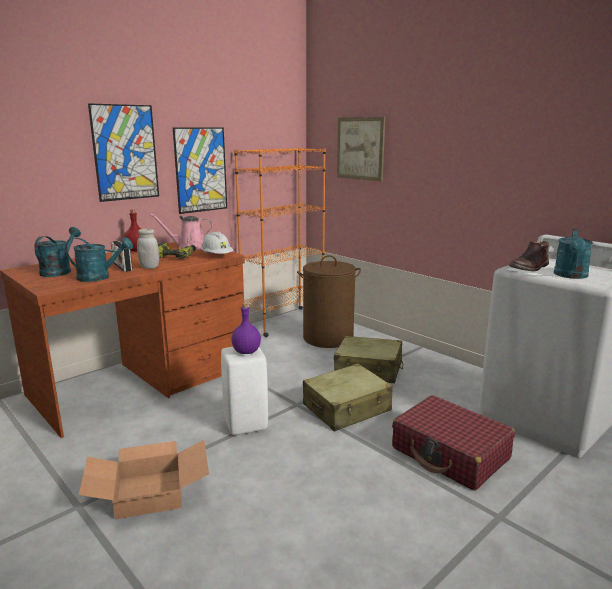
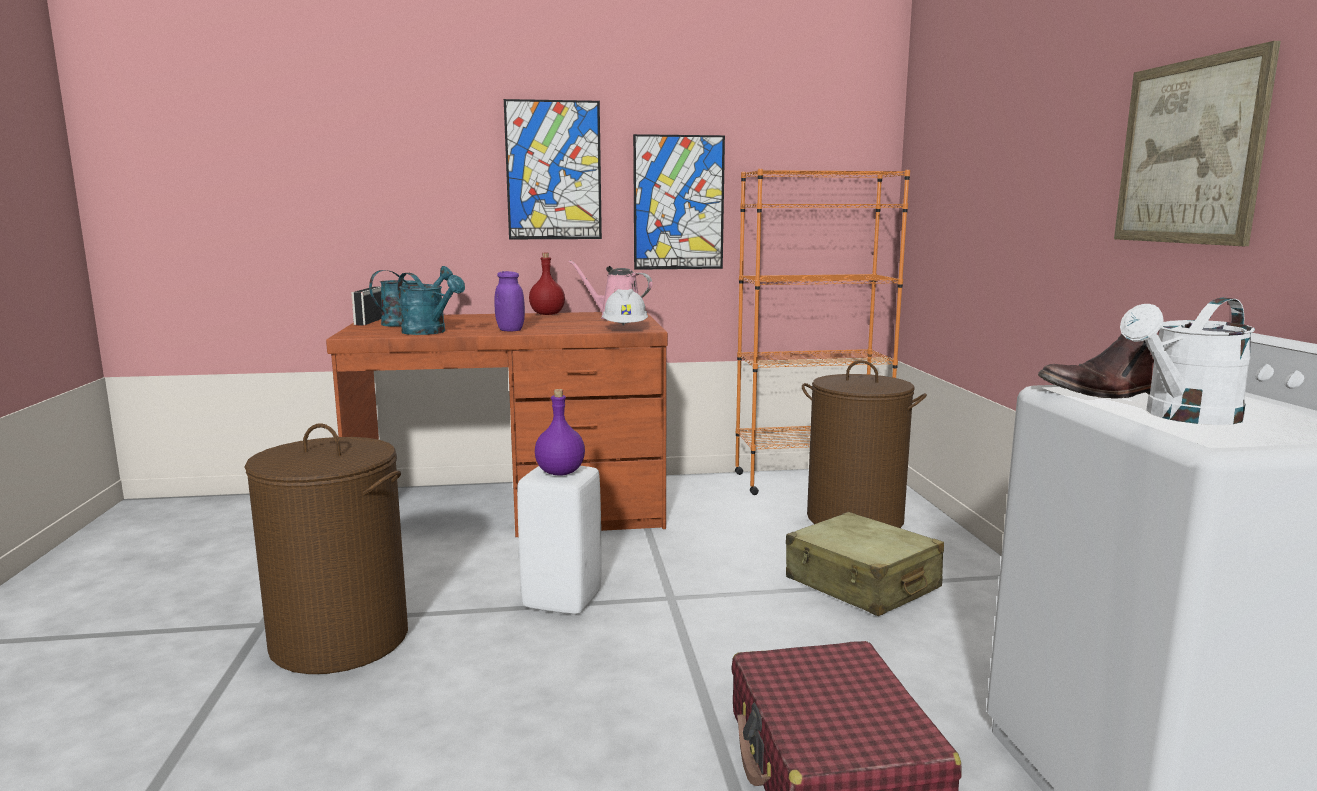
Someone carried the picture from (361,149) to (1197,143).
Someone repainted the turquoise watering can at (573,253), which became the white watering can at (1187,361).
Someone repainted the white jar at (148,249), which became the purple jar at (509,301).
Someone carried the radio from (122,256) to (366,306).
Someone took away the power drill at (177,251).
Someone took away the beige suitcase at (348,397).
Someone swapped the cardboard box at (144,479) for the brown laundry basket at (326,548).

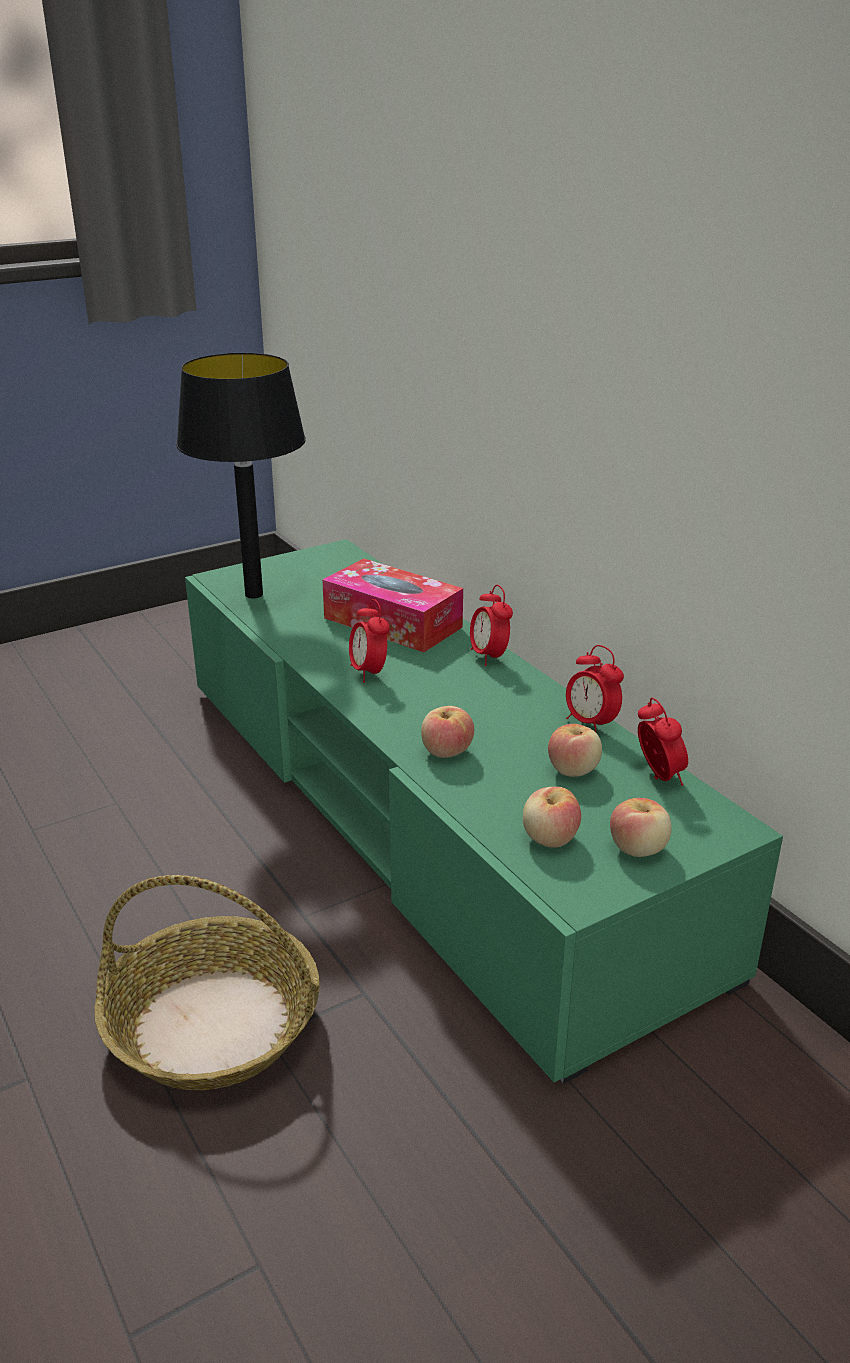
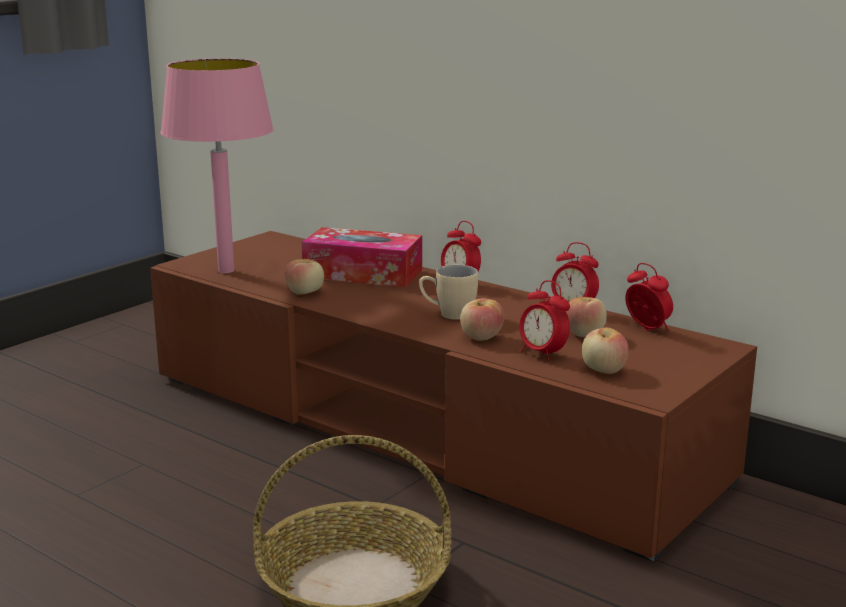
Someone repainted the black table lamp at (241,475), which became the pink table lamp at (217,165).
Someone repainted the green tv stand at (484,811), which became the brown tv stand at (453,396).
Someone carried the alarm clock from (369,641) to (544,320).
Someone carried the apple from (641,827) to (304,277).
Someone put down the beige mug at (448,292).

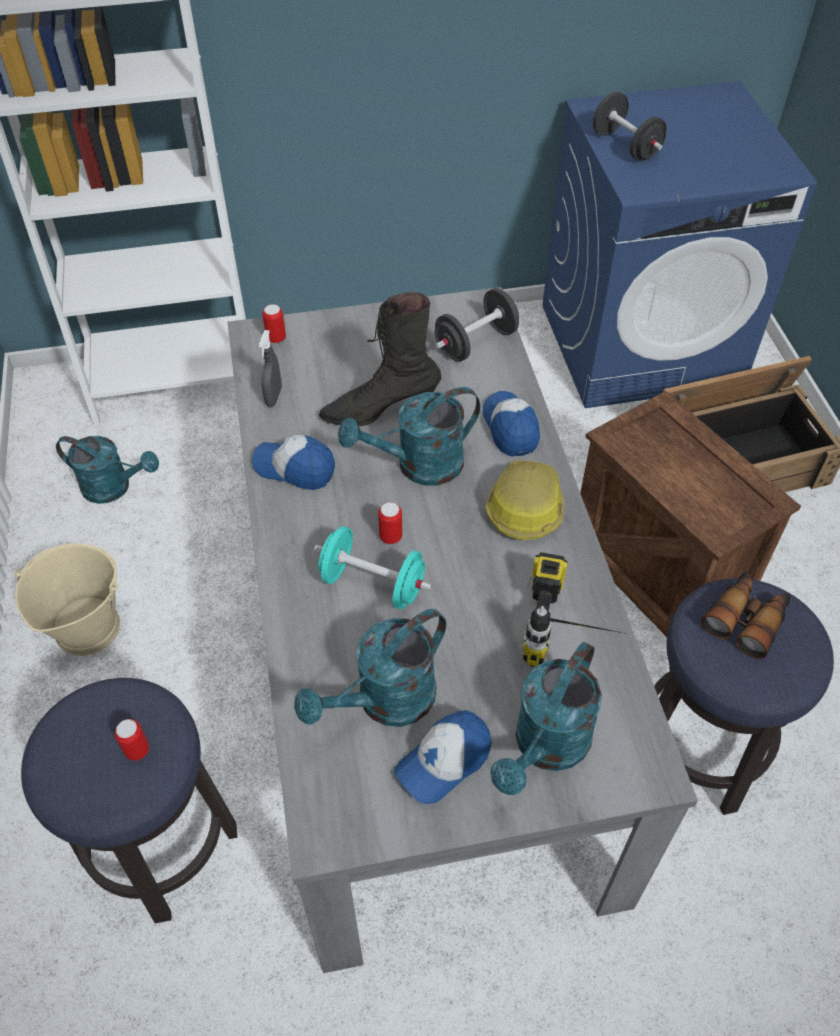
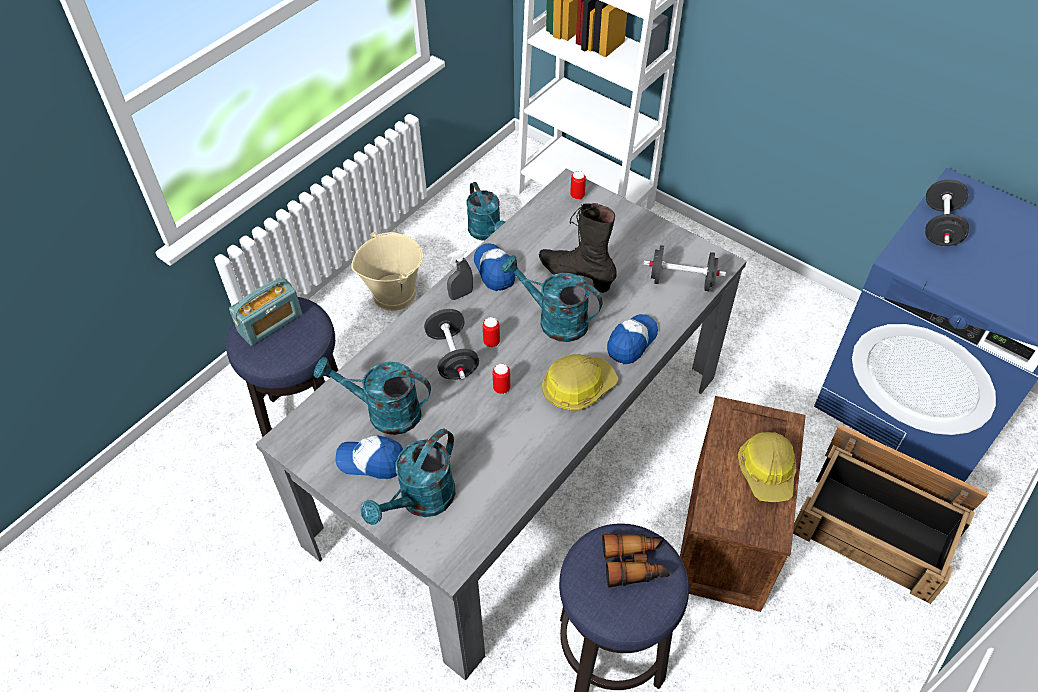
Someone carried the grey spray bottle from (270,368) to (460,274).
Someone repainted the turquoise dumbbell at (373,568), which became the black dumbbell at (451,344).
Someone took away the power drill at (572,609).
Someone rotated the turquoise watering can at (546,718) by 45 degrees counterclockwise.
Someone carried the can from (132,740) to (501,379).
Someone put down the radio at (265,311).
Someone put down the hard hat at (767,467).

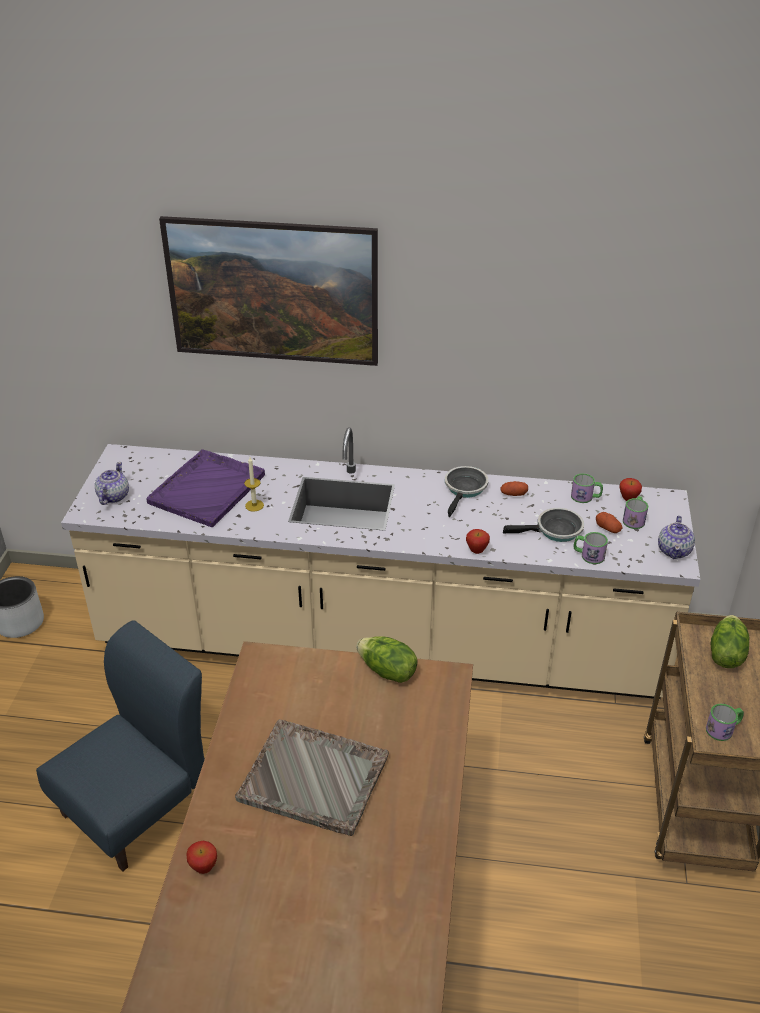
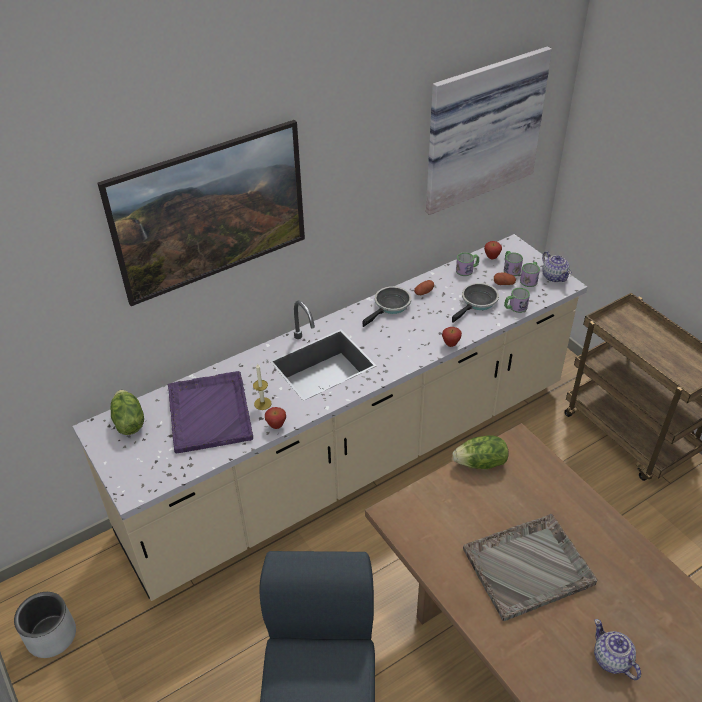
Someone carried the teapot from (112,483) to (617,649).
Someone rotated the frying pan at (467,491) by 60 degrees clockwise.
Someone carried the lettuce from (730,641) to (127,412).
Someone carried the mug from (725,722) to (530,274).
Someone carried the apple from (202,857) to (275,418).
Someone put up the picture at (489,130).

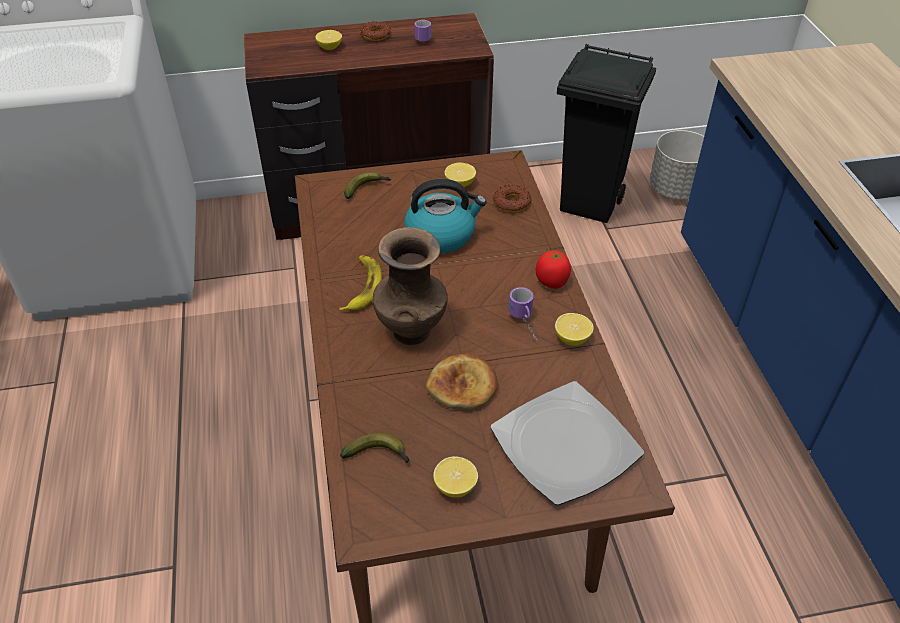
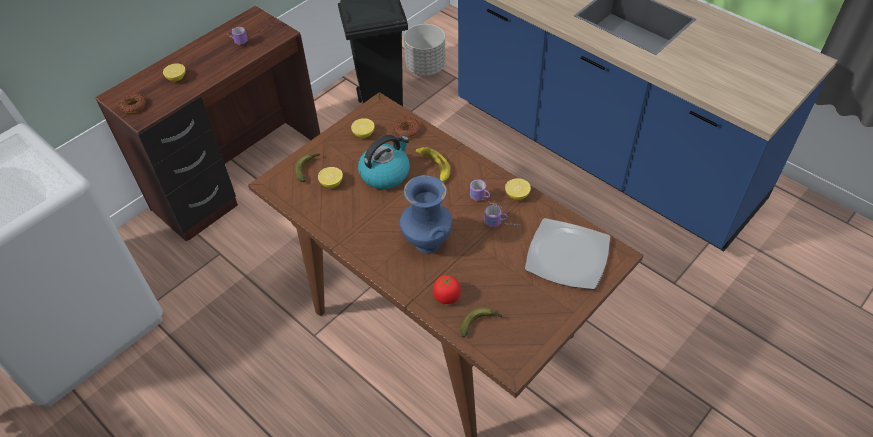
Someone carried the donut from (376,31) to (132,103).
Someone repainted the brown vase at (410,286), which became the blue vase at (426,214).
Someone carried the tomato from (553,269) to (447,289).
Someone carried the banana from (361,283) to (433,164).
Someone took away the bread at (461,382).
Someone carried the lemon from (455,477) to (330,177).
Someone put down the mug at (502,216).

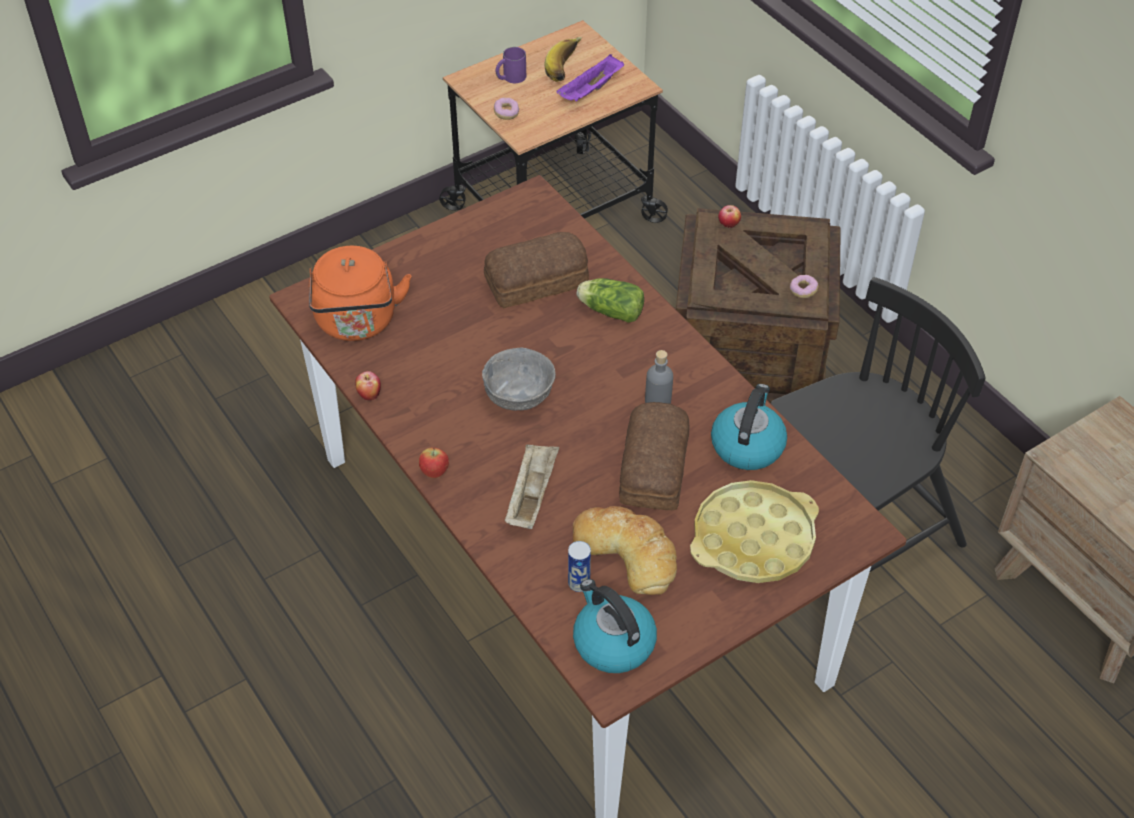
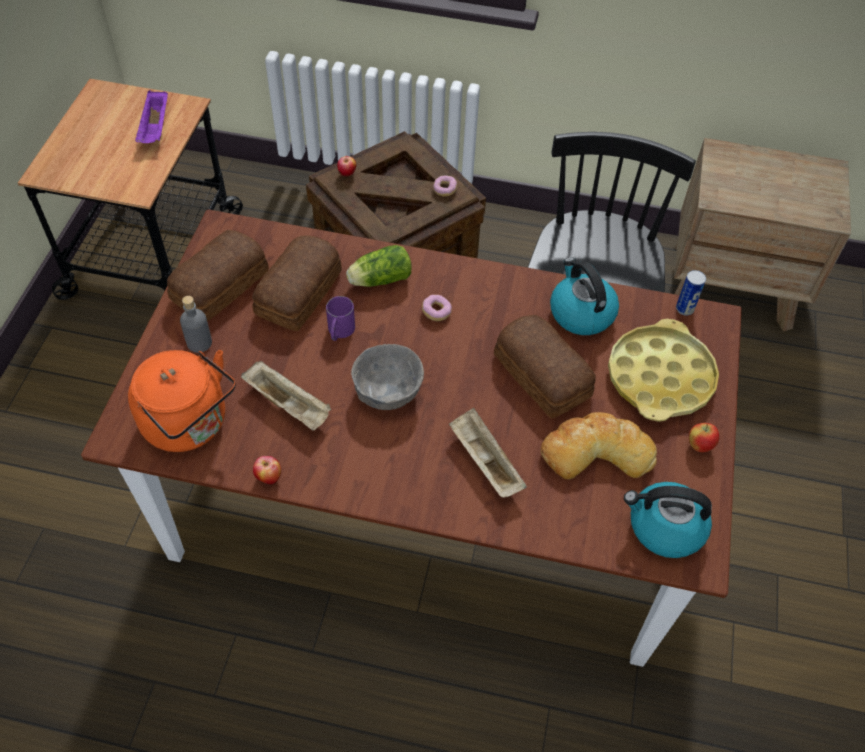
Someone took away the banana at (563,59).
Someone carried the purple mug from (511,65) to (340,318).
Someone carried the donut from (506,109) to (437,308).
Someone carried the grey bottle from (659,377) to (196,324).
Someone carried the apple from (434,462) to (704,437).
Someone carried the can from (579,566) to (691,293).
Someone put down the bread at (218,275).
Someone put down the beige tray at (286,396).

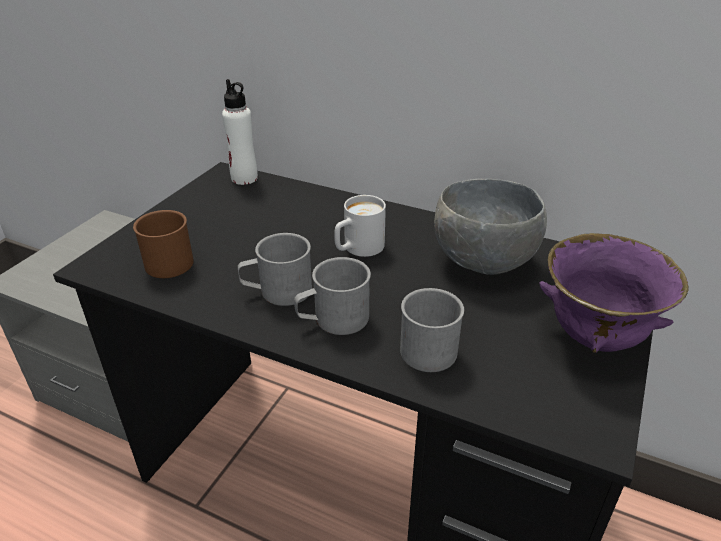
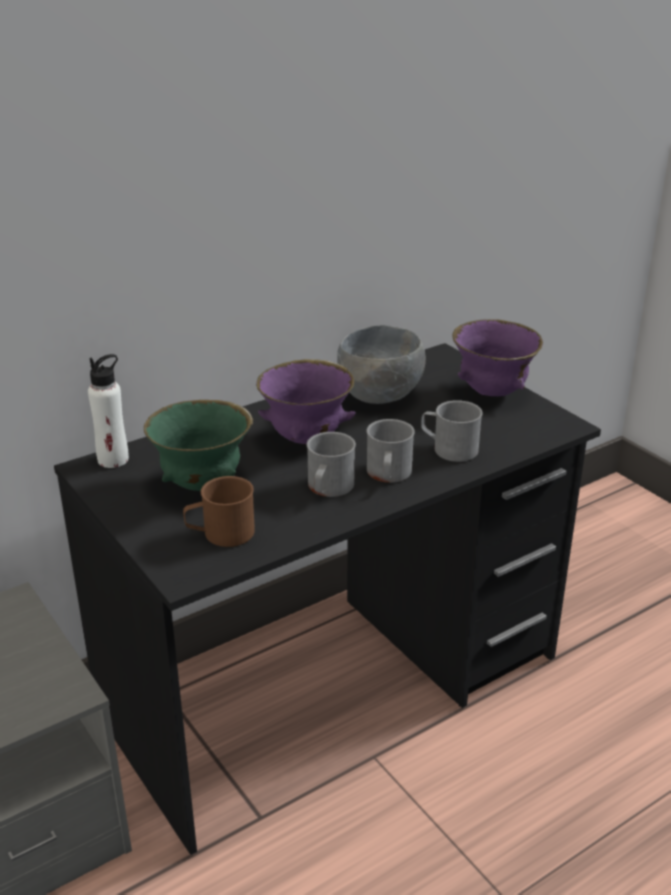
Someone swapped the white mug at (360,226) for the purple bowl at (306,401).
Someone put down the green bowl at (198,445).

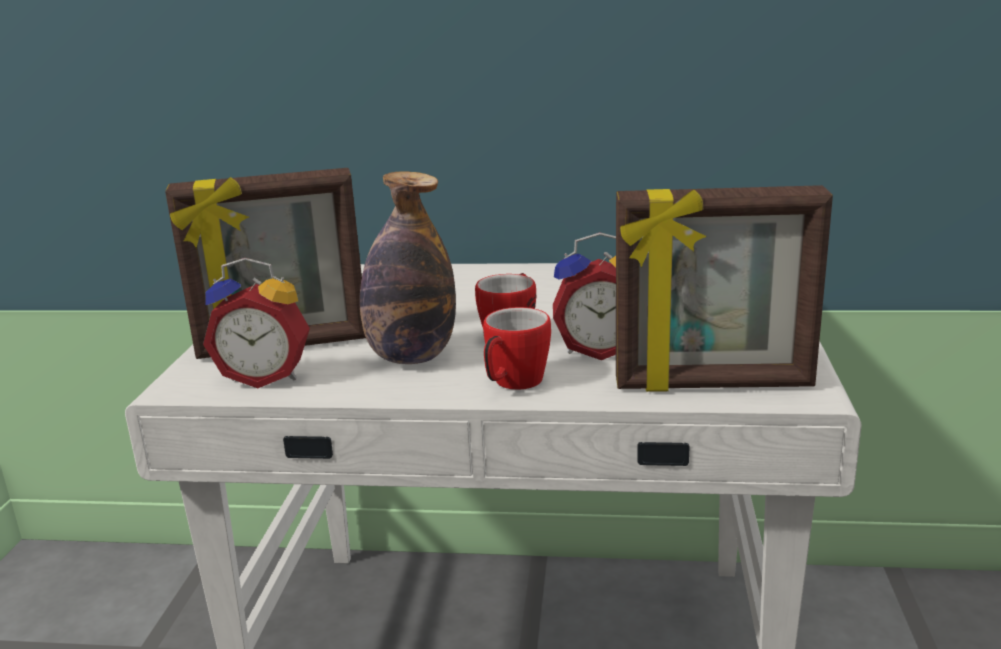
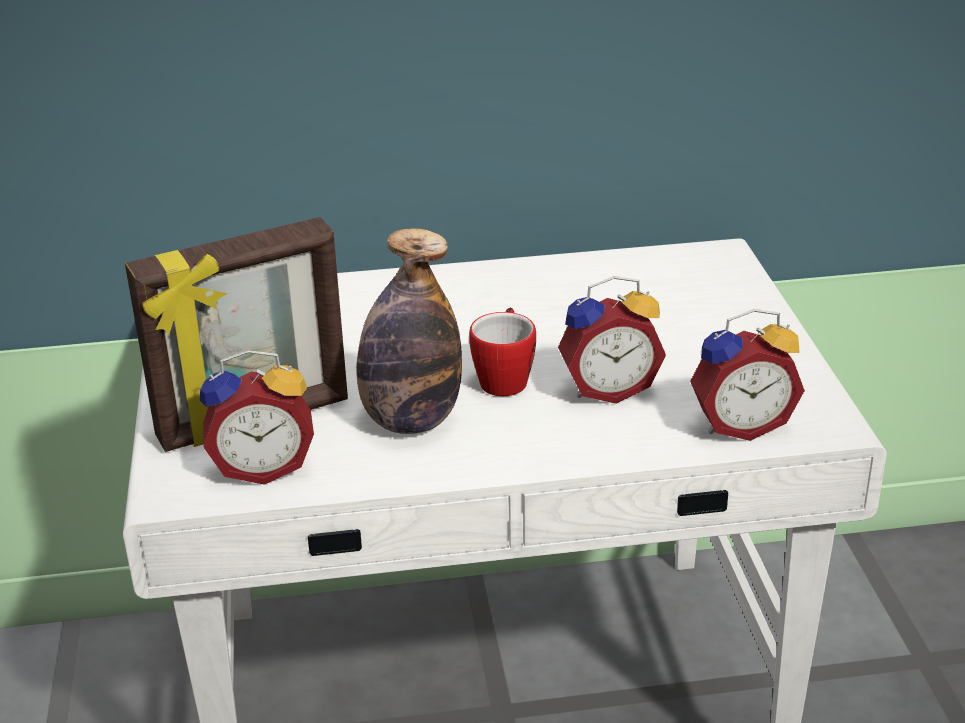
Someone swapped the picture frame at (724,288) for the alarm clock at (747,375).
Someone took away the mug at (517,348).

